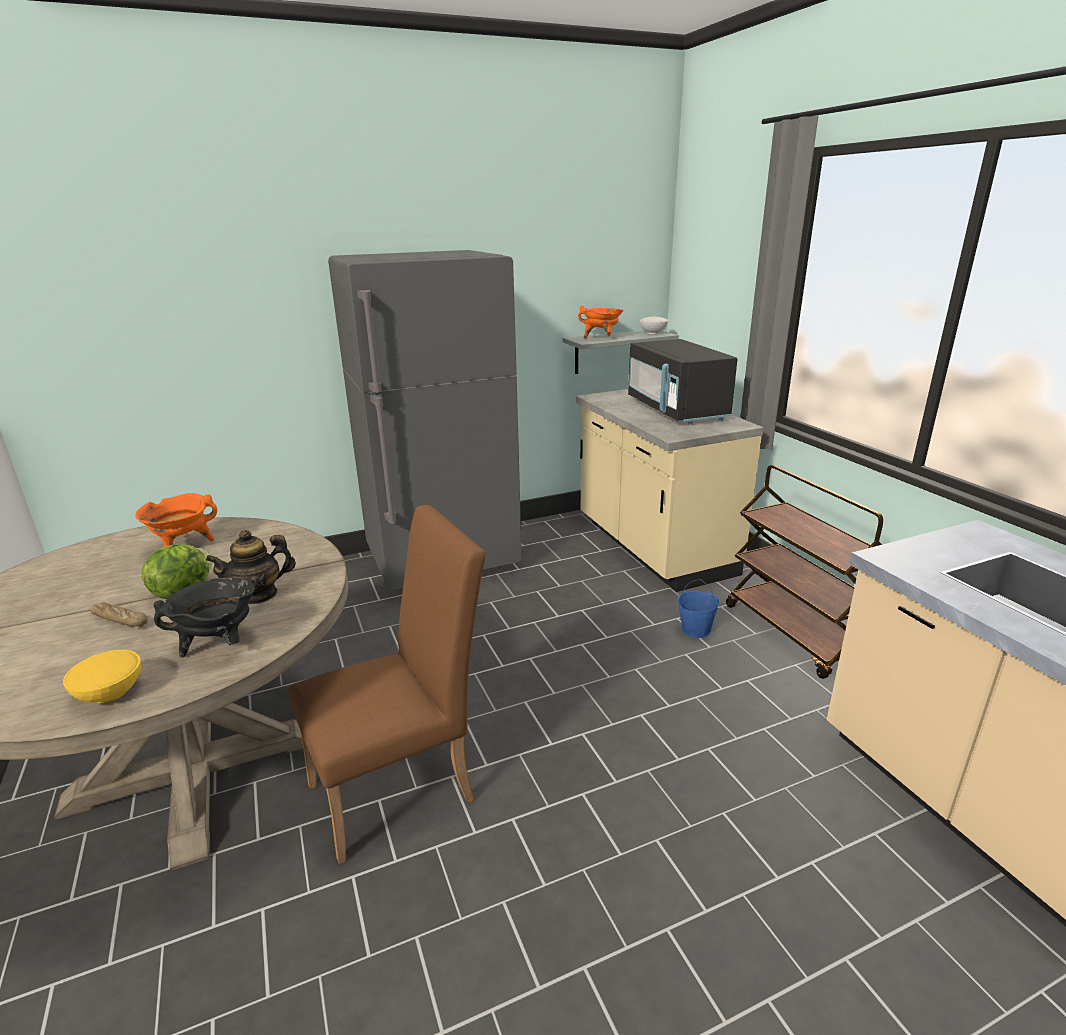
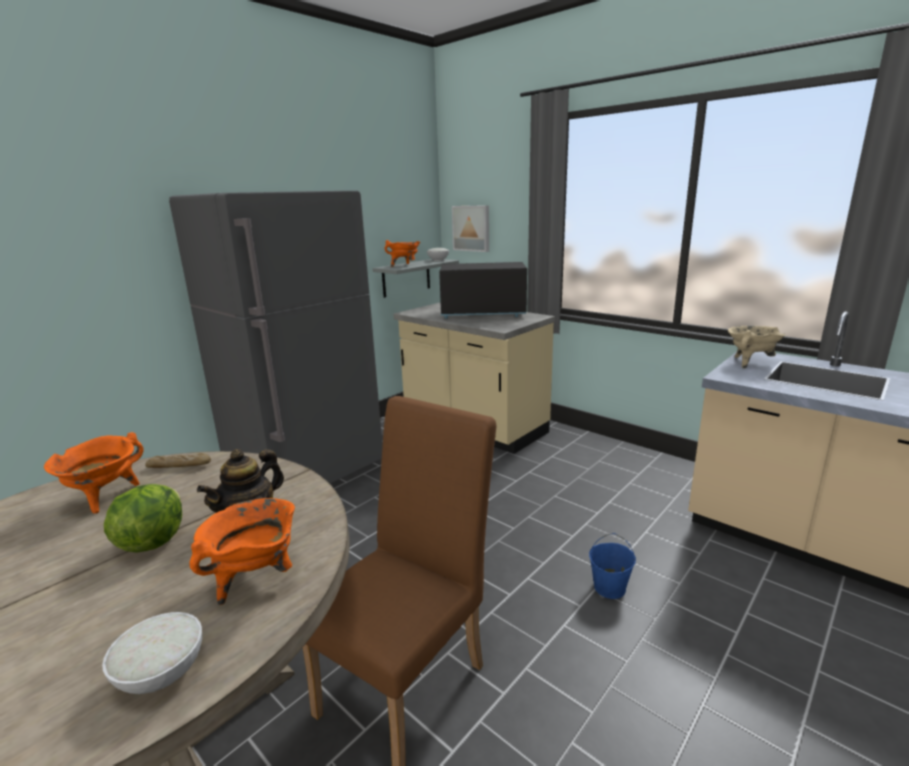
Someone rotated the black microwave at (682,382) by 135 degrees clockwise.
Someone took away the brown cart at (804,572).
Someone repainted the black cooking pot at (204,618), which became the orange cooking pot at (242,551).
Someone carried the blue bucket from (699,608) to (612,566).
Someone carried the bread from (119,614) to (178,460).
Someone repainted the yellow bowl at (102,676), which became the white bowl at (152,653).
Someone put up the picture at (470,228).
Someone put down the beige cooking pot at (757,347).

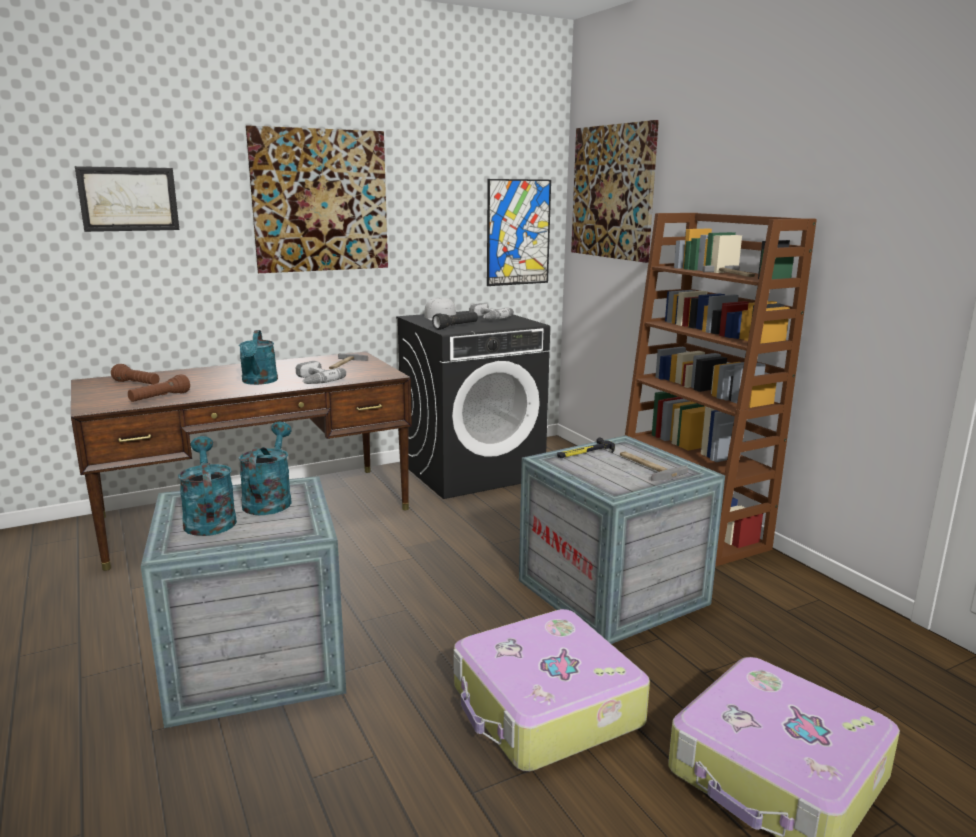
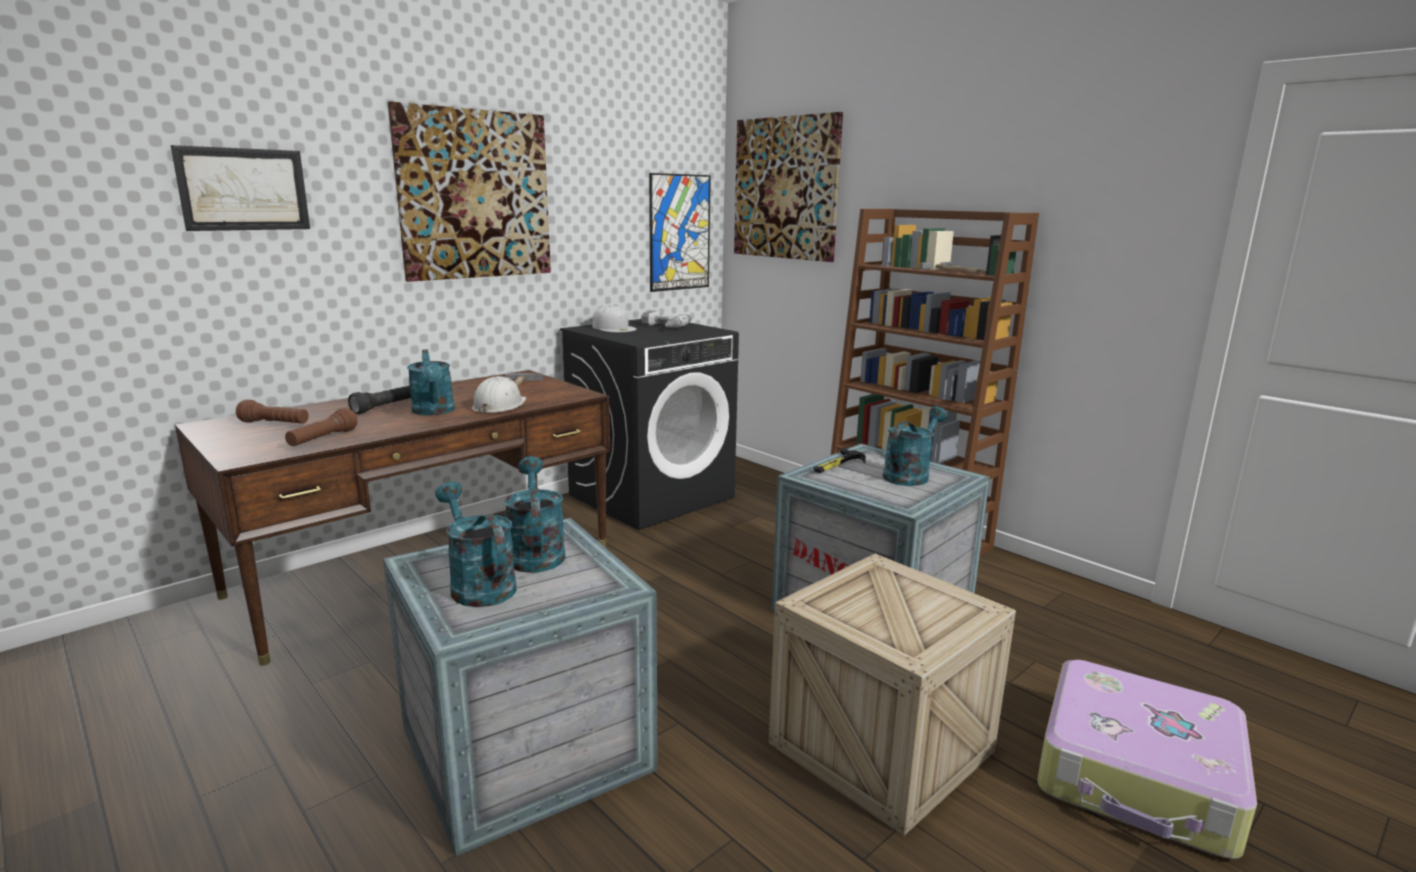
Someone carried the black flashlight from (455,321) to (379,399).
Someone swapped the power drill at (320,372) for the white hard hat at (499,395).
Someone swapped the hammer at (654,466) for the turquoise watering can at (915,446).
Someone swapped the suitcase at (551,690) for the crate at (892,695).

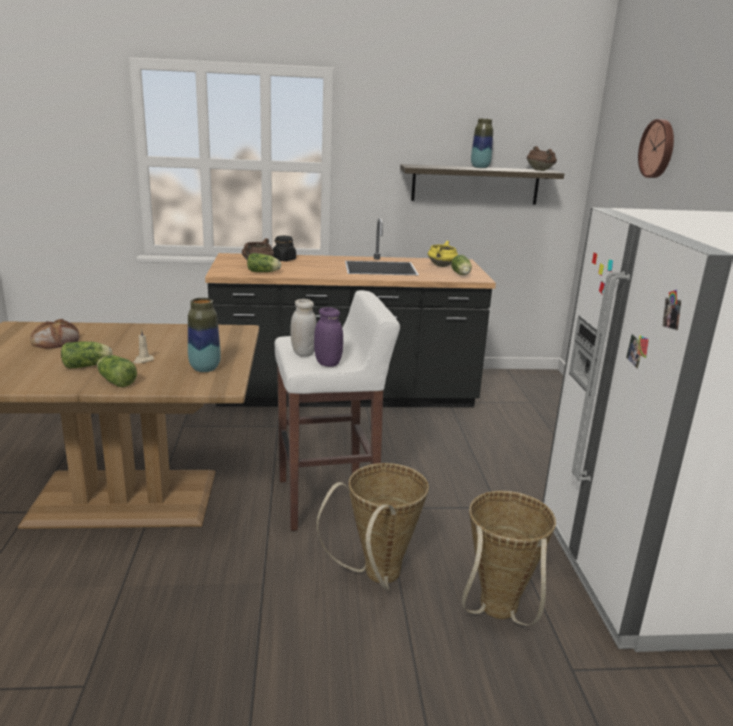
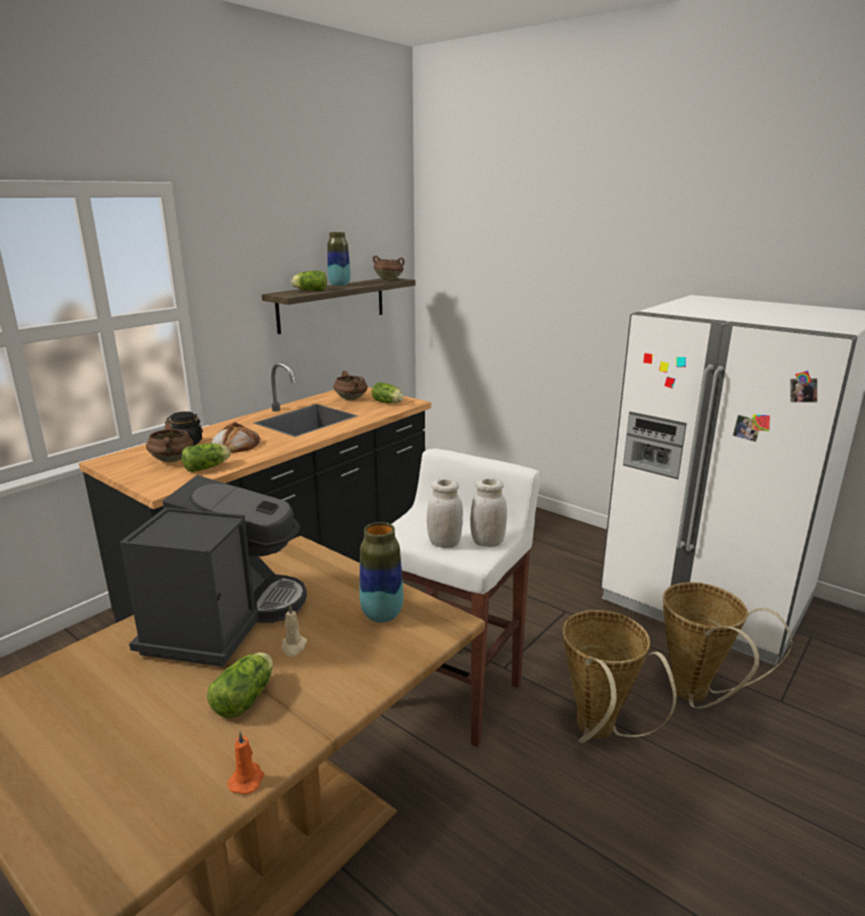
Someone took away the wall clock at (656,148).
Someone repainted the yellow cooking pot at (443,254), which became the brown cooking pot at (350,386).
Someone repainted the purple jar at (328,337), which became the white jar at (488,513).
Someone carried the bread from (55,334) to (235,437).
Someone carried the lettuce from (117,371) to (309,281).
Someone put down the coffee machine at (213,571).
Someone put down the orange candle at (246,763).

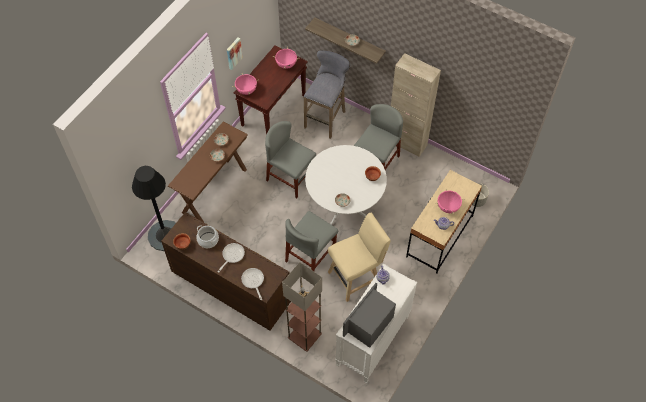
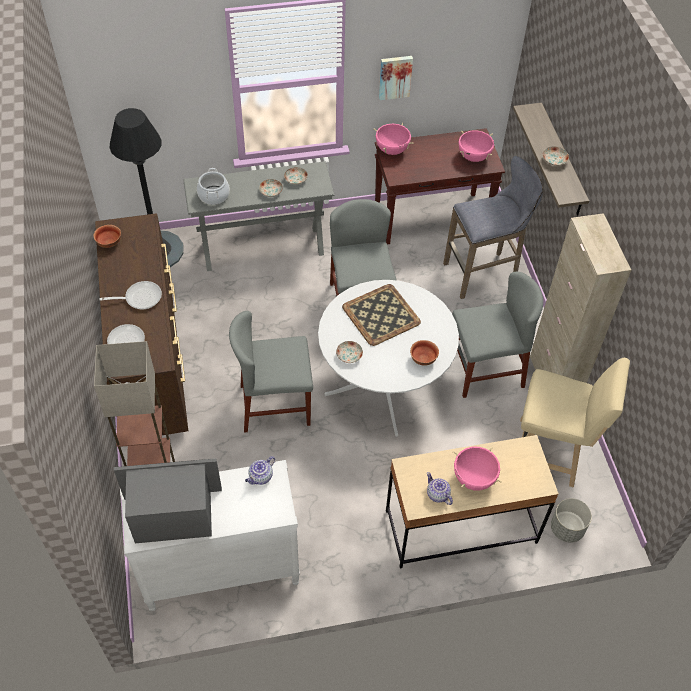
Someone repainted the brown console table at (208,172), which became the grey console table at (259,216).
Someone carried the beige stool from (359,257) to (575,422).
Someone carried the cooking pot from (207,237) to (213,186).
Someone put down the tray at (381,315).

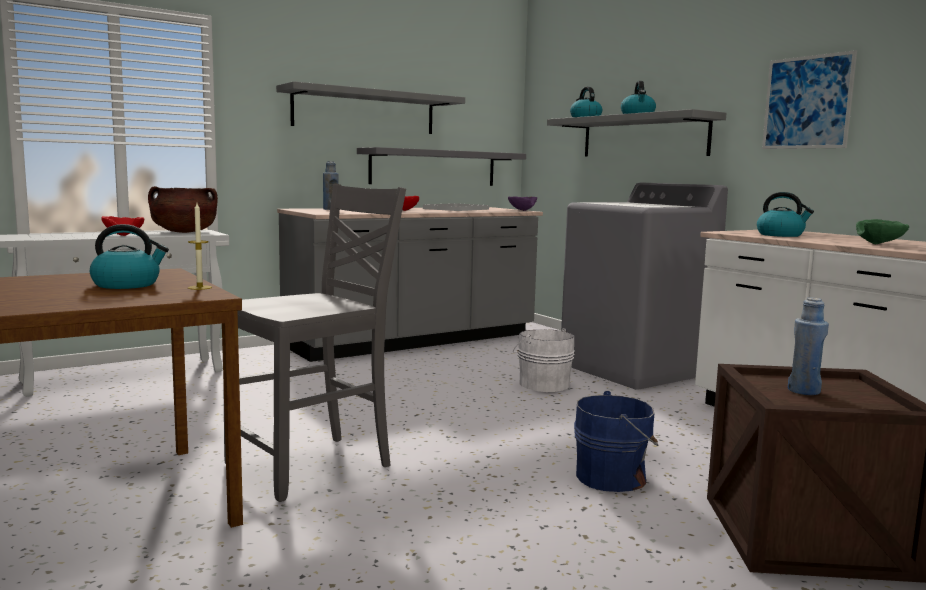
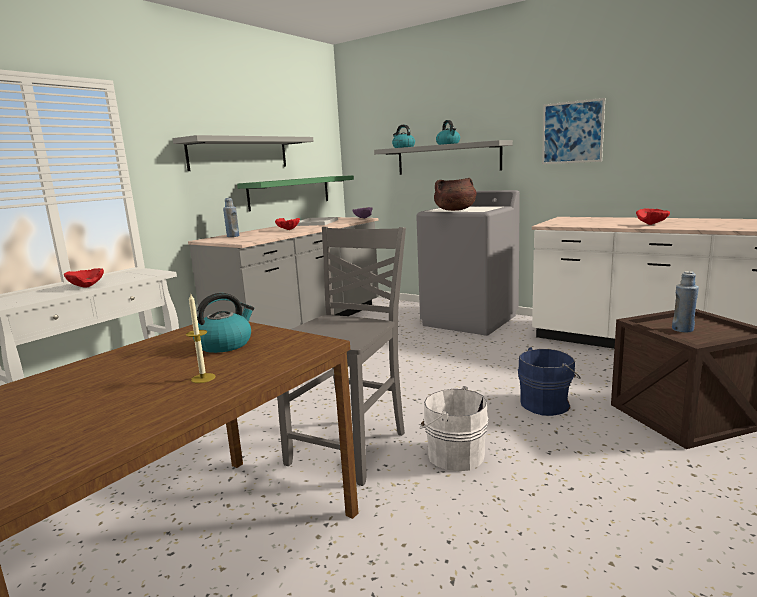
Someone repainted the grey shelf at (441,166), which became the green shelf at (295,193).
Someone carried the brown cooking pot from (183,209) to (455,194).
Someone took away the kettle at (785,214).
Someone carried the candle from (200,246) to (201,338).
Someone repainted the green bowl at (882,231), which became the red bowl at (653,216).
Someone carried the white bucket from (544,360) to (454,428).

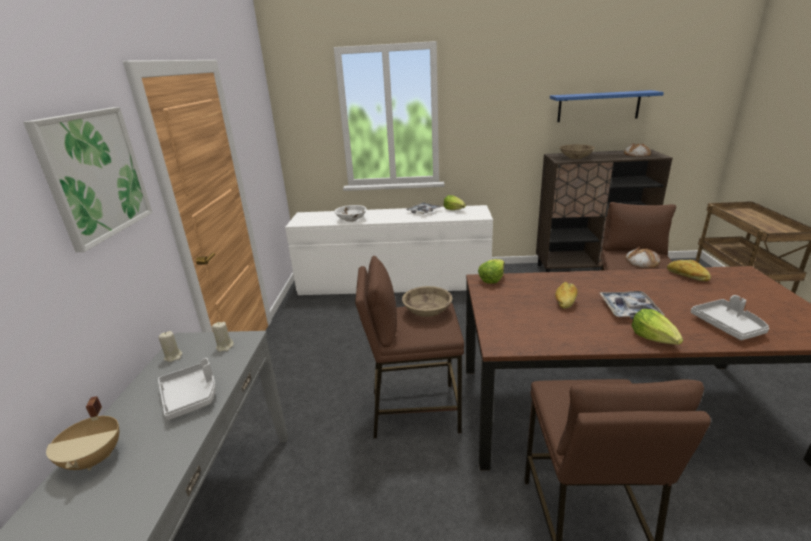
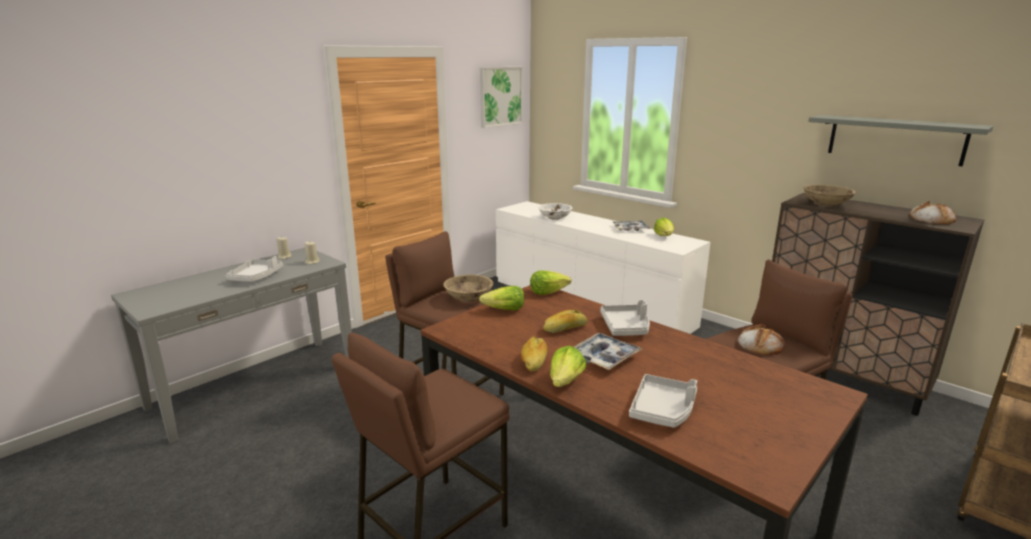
Someone repainted the blue shelf at (607,106), which became the grey shelf at (901,140).
Someone carried the picture from (87,179) to (501,97).
Someone carried the bread from (689,270) to (534,354).
Someone took away the beige cooking pot at (82,433).
Someone put down the lettuce at (501,298).
Someone put down the grey tray at (625,318).

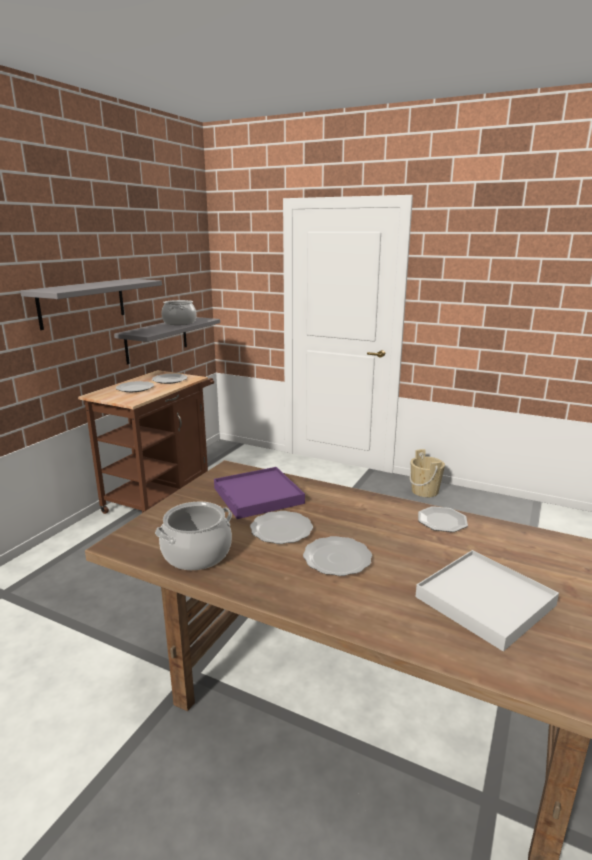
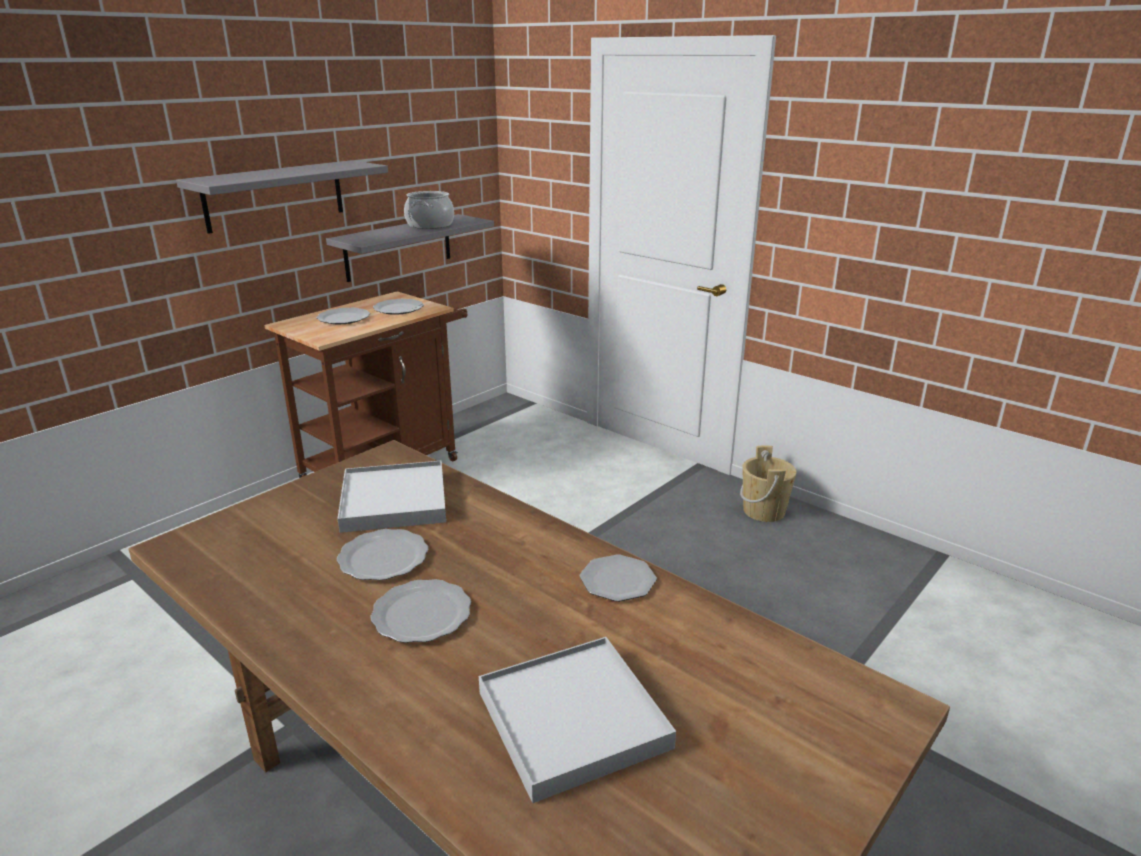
Someone repainted the purple tray at (259,493), which became the white tray at (391,497).
Someone took away the cooking pot at (193,535).

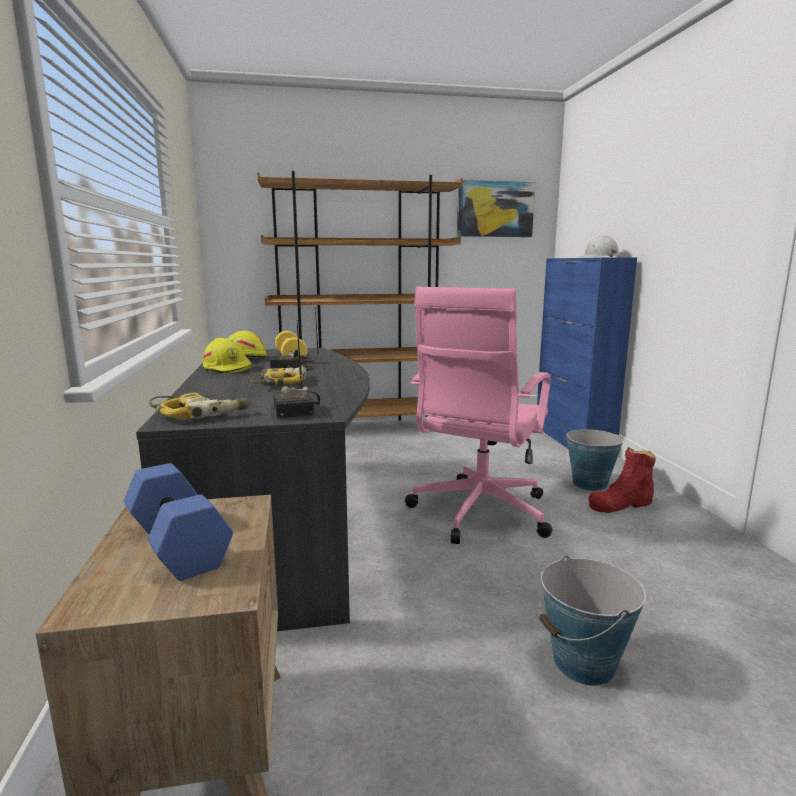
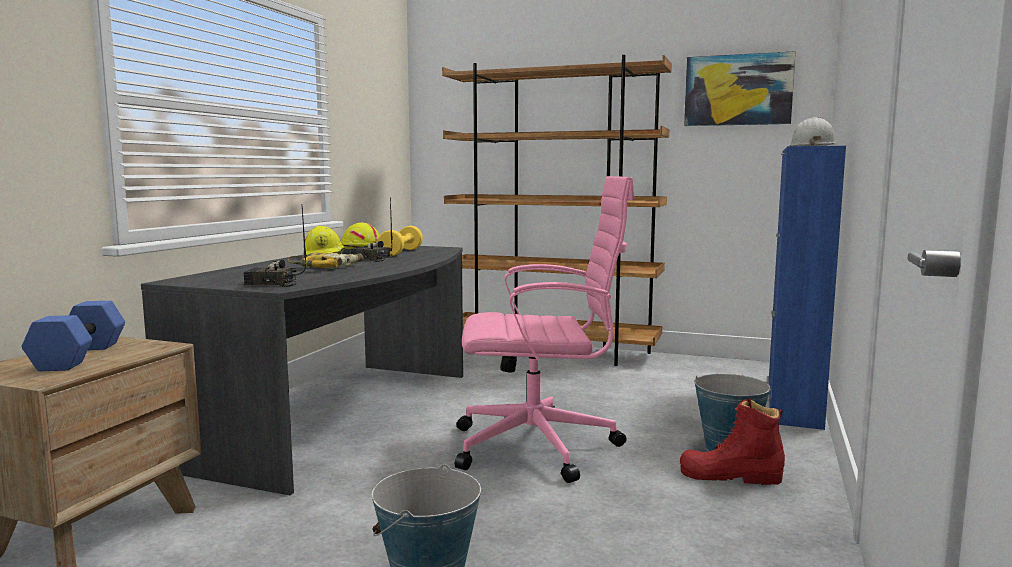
Someone rotated the pink office chair at (478,415) by 150 degrees counterclockwise.
Someone rotated the radio at (297,370) by 75 degrees clockwise.
Someone took away the power drill at (199,405).

